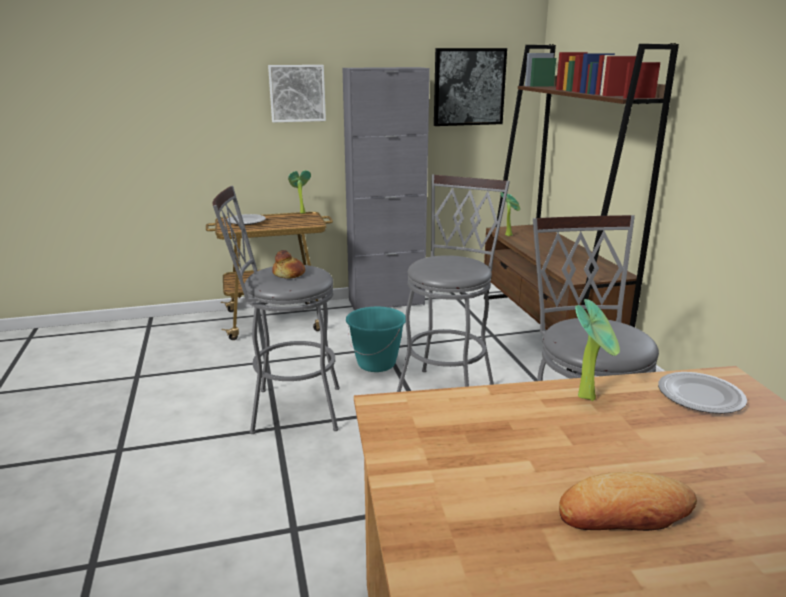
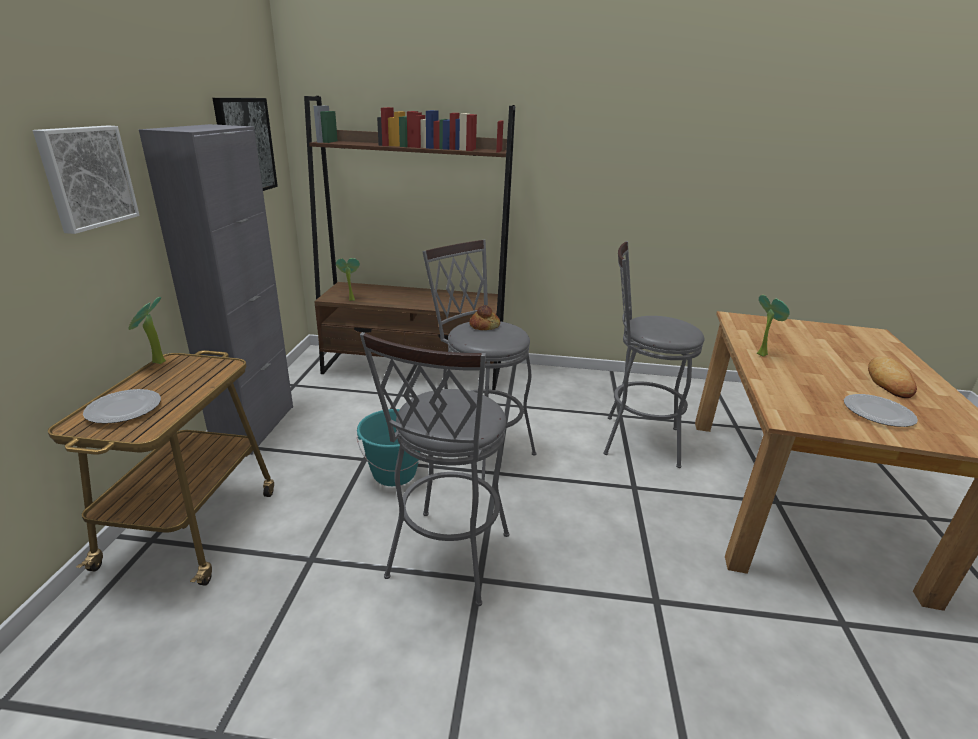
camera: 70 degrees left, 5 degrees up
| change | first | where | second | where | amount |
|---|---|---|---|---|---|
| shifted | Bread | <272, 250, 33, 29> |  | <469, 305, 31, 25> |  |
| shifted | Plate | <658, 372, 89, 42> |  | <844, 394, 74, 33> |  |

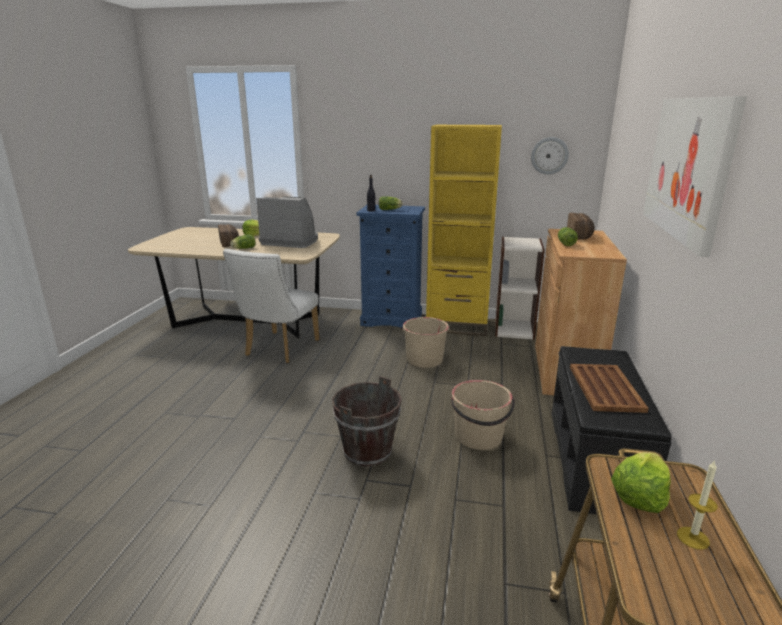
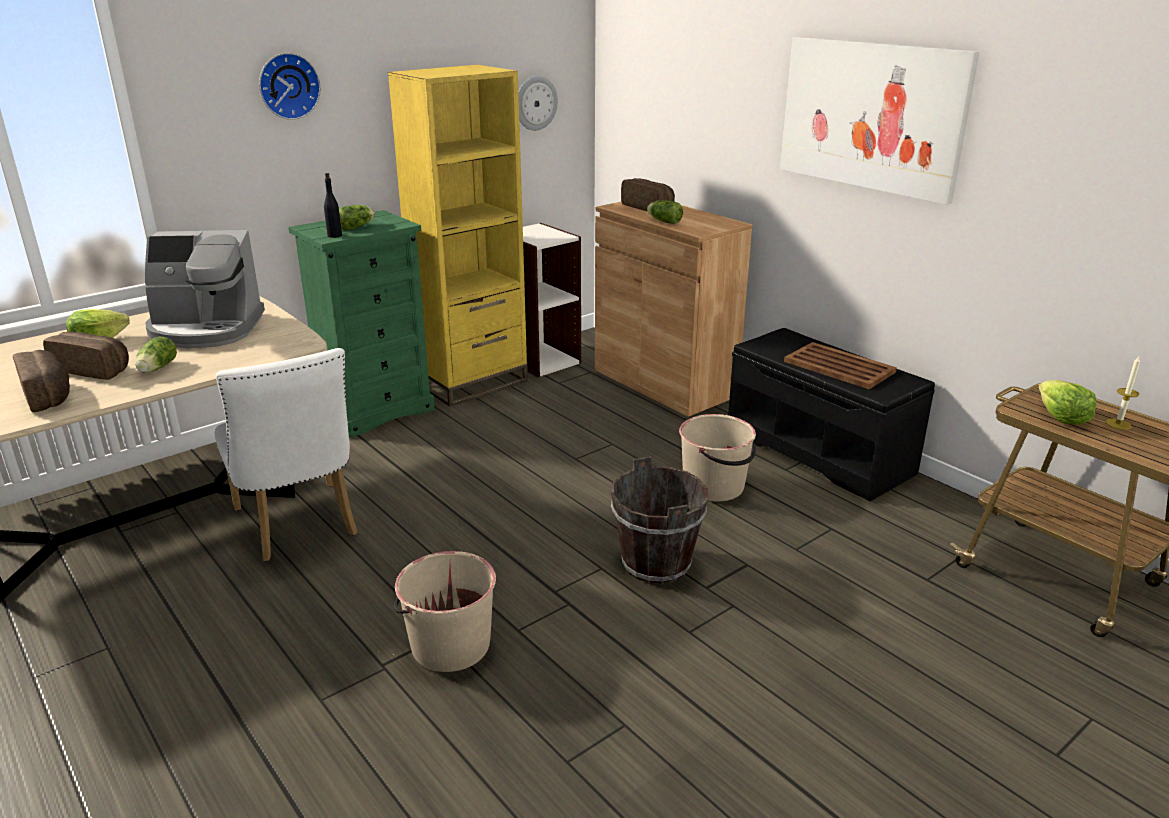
camera: 50 degrees left, 5 degrees up
| change | first | where | second | where | amount |
|---|---|---|---|---|---|
| new |  |  | Bread | <13, 350, 57, 62> |  |
| rotated | CoffeeMachine | <256, 196, 62, 52> |  | <145, 230, 120, 118> | 150 degrees counterclockwise |
| new |  |  | WallClock | <259, 53, 62, 67> |  |
| repainted | BlueDresser | <357, 205, 68, 123> | GreenDresser | <288, 210, 147, 228> |  |
| shifted | BeigeBucket | <401, 317, 49, 51> |  | <393, 551, 103, 121> |  |

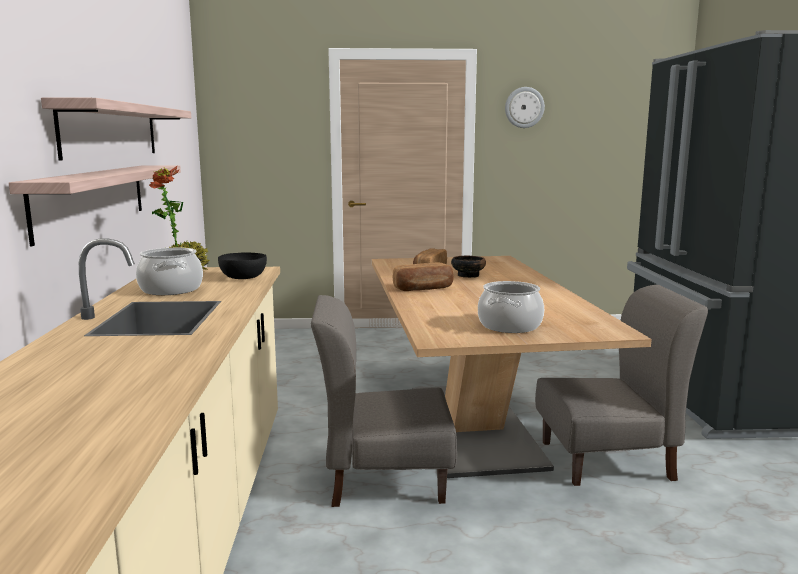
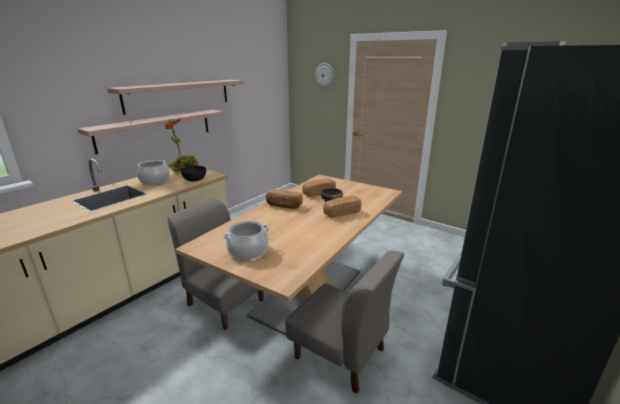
camera: 40 degrees right, 10 degrees up
| change | first | where | second | where | amount |
|---|---|---|---|---|---|
| shifted | WallClock | <505, 87, 40, 41> |  | <315, 63, 19, 25> |  |
| new |  |  | Bread | <323, 196, 38, 22> |  |

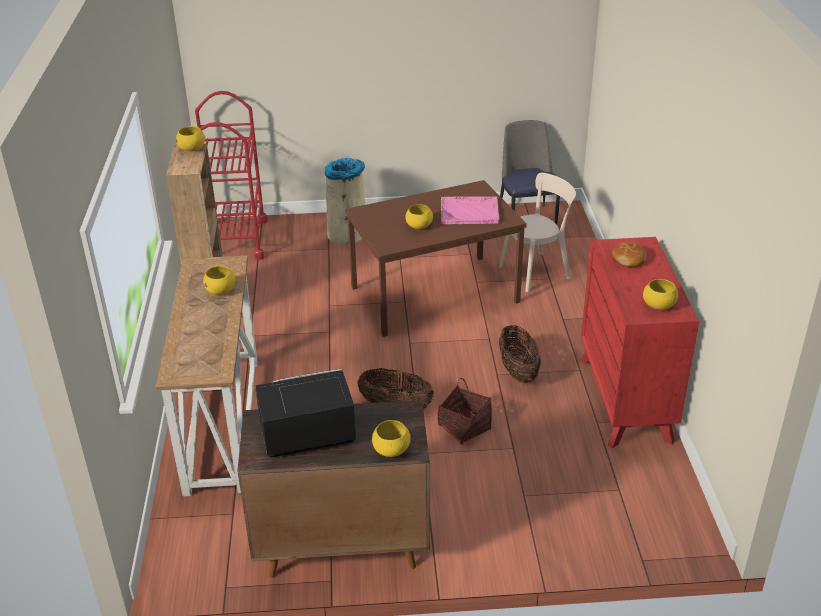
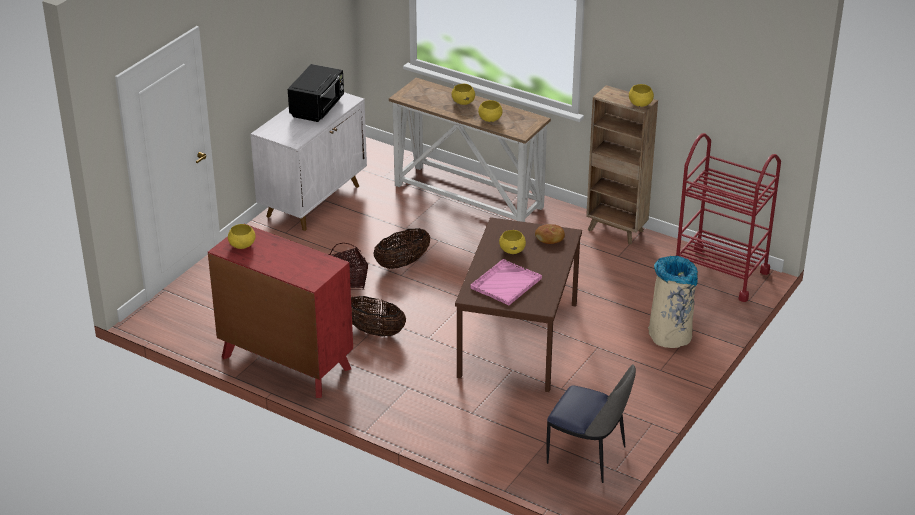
camera: 125 degrees right, 0 degrees up
| change | first | where | second | where | amount |
|---|---|---|---|---|---|
| repainted | BrownCabinet | <237, 400, 193, 178> | WhiteCabinet | <250, 92, 117, 139> |  |
| shifted | YellowBowl | <372, 420, 39, 37> |  | <451, 84, 24, 21> |  |
| shifted | Bread | <612, 242, 34, 25> |  | <535, 224, 30, 20> |  |
| gone | BeigeChair | <499, 173, 77, 119> |  |  |  |

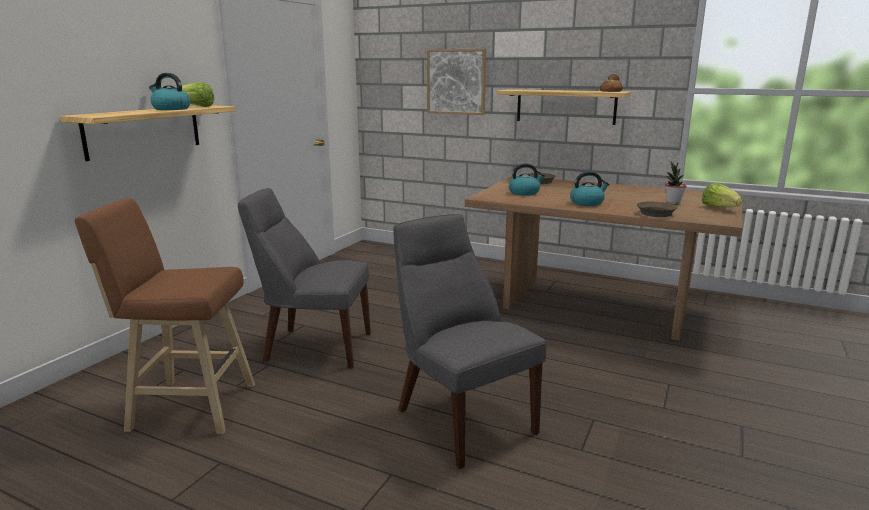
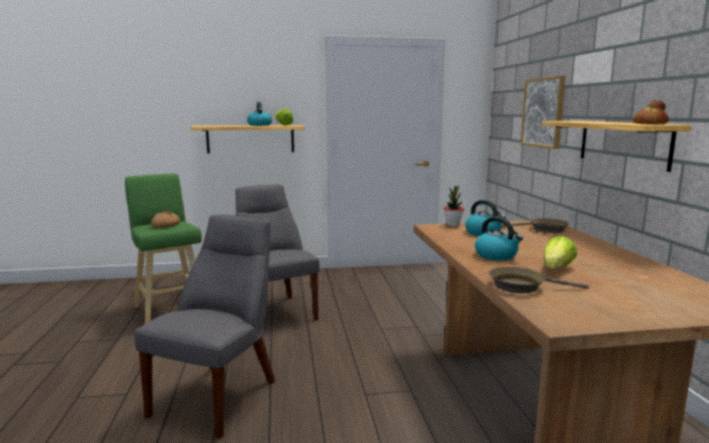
camera: 55 degrees right, 5 degrees down
| change | first | where | second | where | amount |
|---|---|---|---|---|---|
| repainted | BrownStool | <75, 198, 180, 236> | GreenStool | <125, 174, 77, 150> |  |
| new |  |  | Bread | <151, 211, 29, 17> |  |
| shifted | PottedPlant | <665, 161, 22, 42> |  | <444, 185, 20, 42> |  |
| shifted | Lettuce | <702, 183, 41, 24> |  | <543, 236, 34, 33> |  |

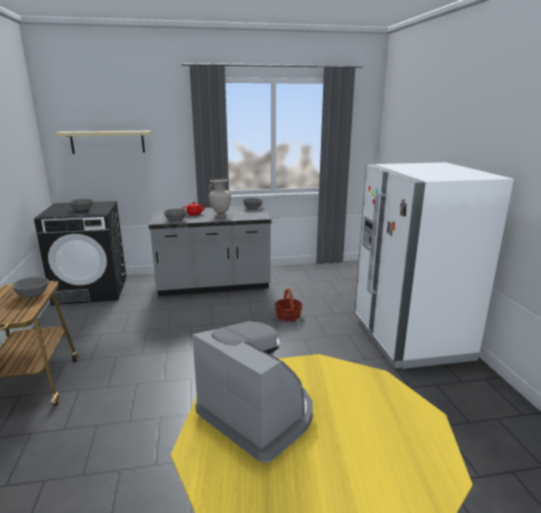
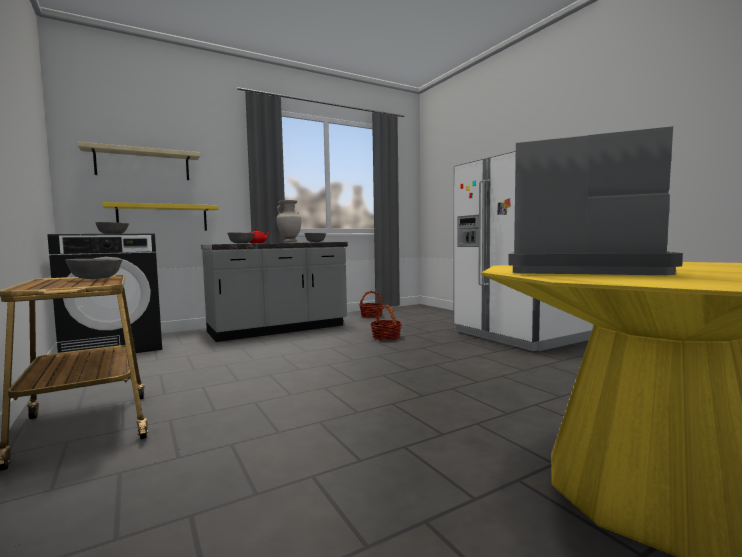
camera: 20 degrees left, 15 degrees down
| change | first | where | second | where | amount |
|---|---|---|---|---|---|
| new |  |  | YellowShelf | <102, 202, 117, 28> |  |
| new |  |  | Basket | <359, 291, 25, 27> |  |

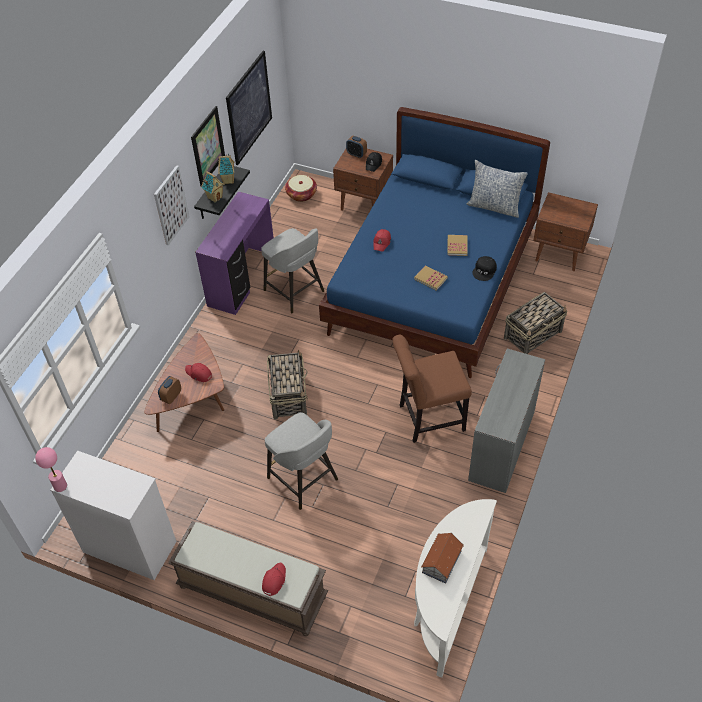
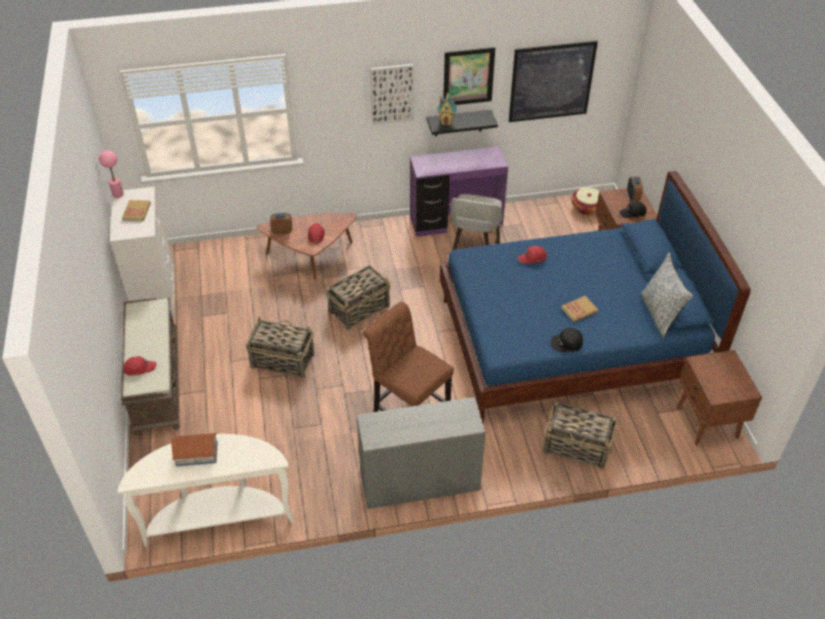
camera: 55 degrees right, 5 degrees down
| change | first | where | second | where | amount |
|---|---|---|---|---|---|
| shifted | Book | <414, 265, 34, 26> |  | <122, 200, 29, 21> |  |
| swapped | GreyStool | <265, 412, 73, 98> | Basket | <246, 317, 68, 62> |  |
| gone | ToyHouse | <218, 153, 17, 31> |  |  |  |

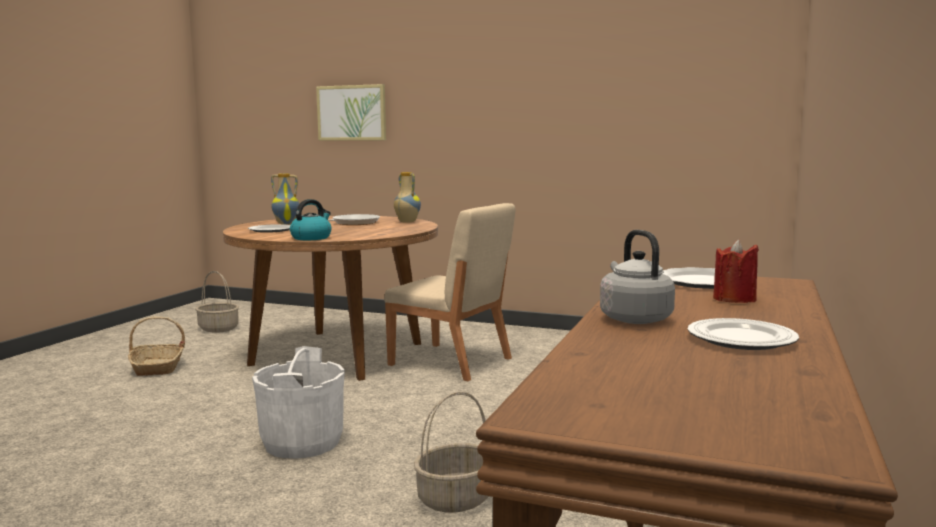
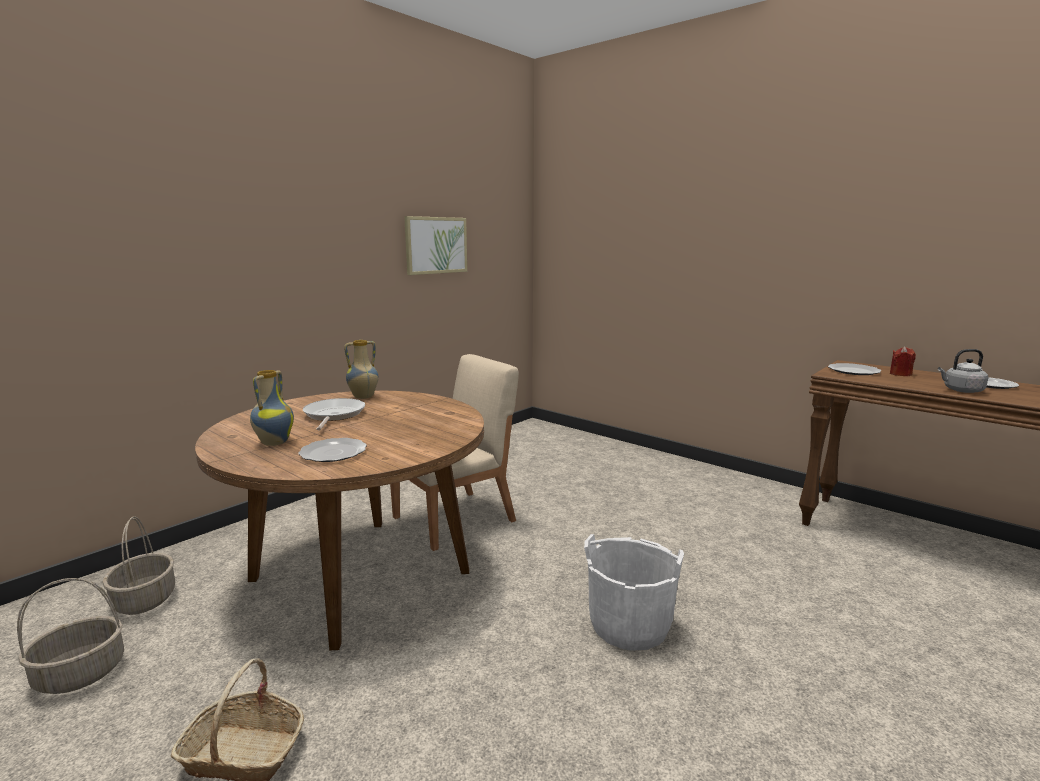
camera: 70 degrees left, 5 degrees up
| change | first | where | second | where | amount |
|---|---|---|---|---|---|
| shifted | Basket | <414, 392, 75, 121> |  | <102, 516, 73, 99> |  |
| shifted | Picture | <316, 84, 70, 57> |  | <404, 216, 63, 59> |  |
| gone | Kettle | <290, 199, 42, 41> |  |  |  |

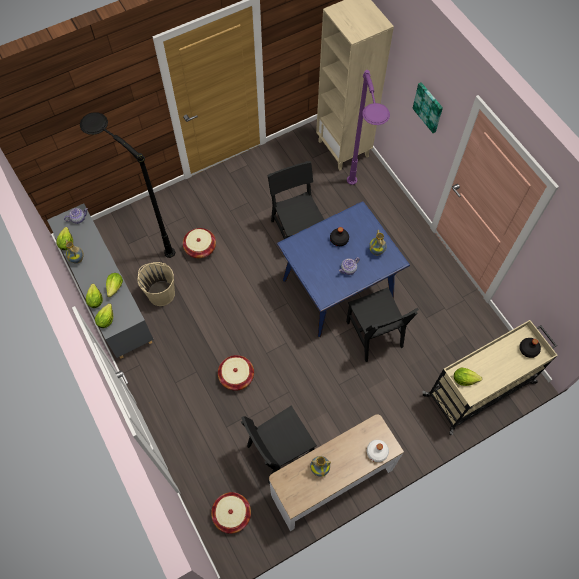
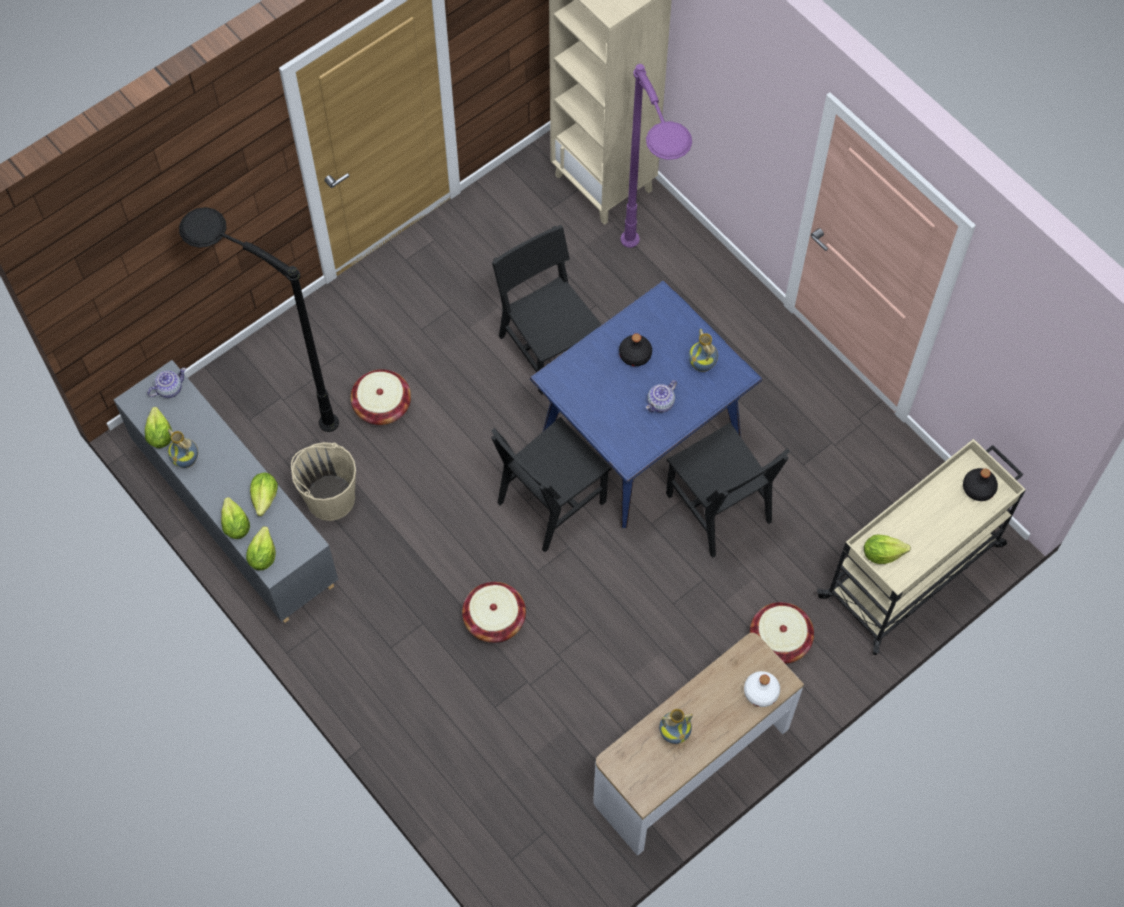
camera: 10 degrees left, 0 degrees up
| change | first | where | second | where | amount |
|---|---|---|---|---|---|
| shifted | BlackChair | <241, 405, 76, 79> |  | <491, 417, 121, 135> |  |
| shifted | Basket | <211, 492, 40, 42> |  | <750, 602, 64, 62> |  |
| gone | Picture | <412, 82, 31, 51> |  |  |  |

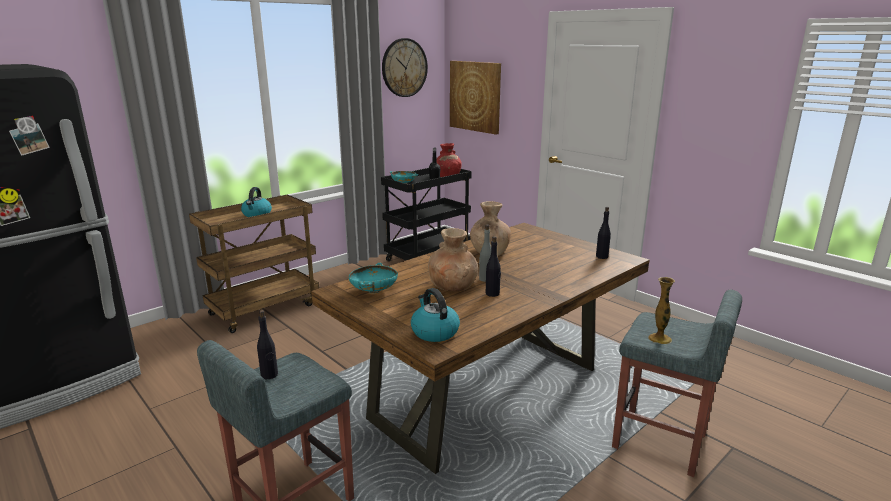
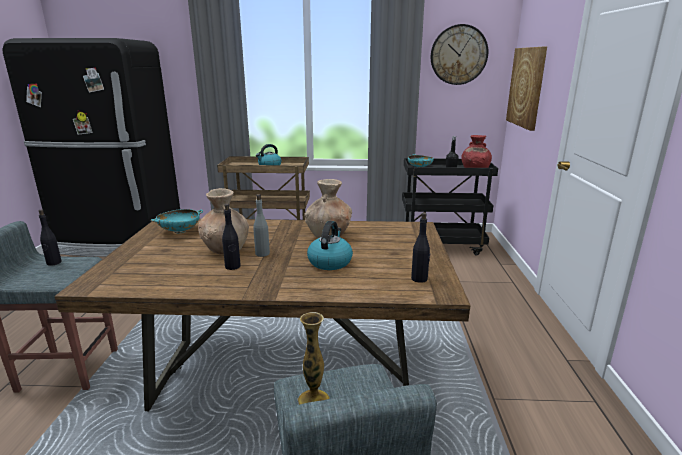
camera: 45 degrees right, 0 degrees up
| change | first | where | second | where | amount |
|---|---|---|---|---|---|
| shifted | Kettle | <411, 288, 49, 54> |  | <307, 221, 46, 49> |  |

